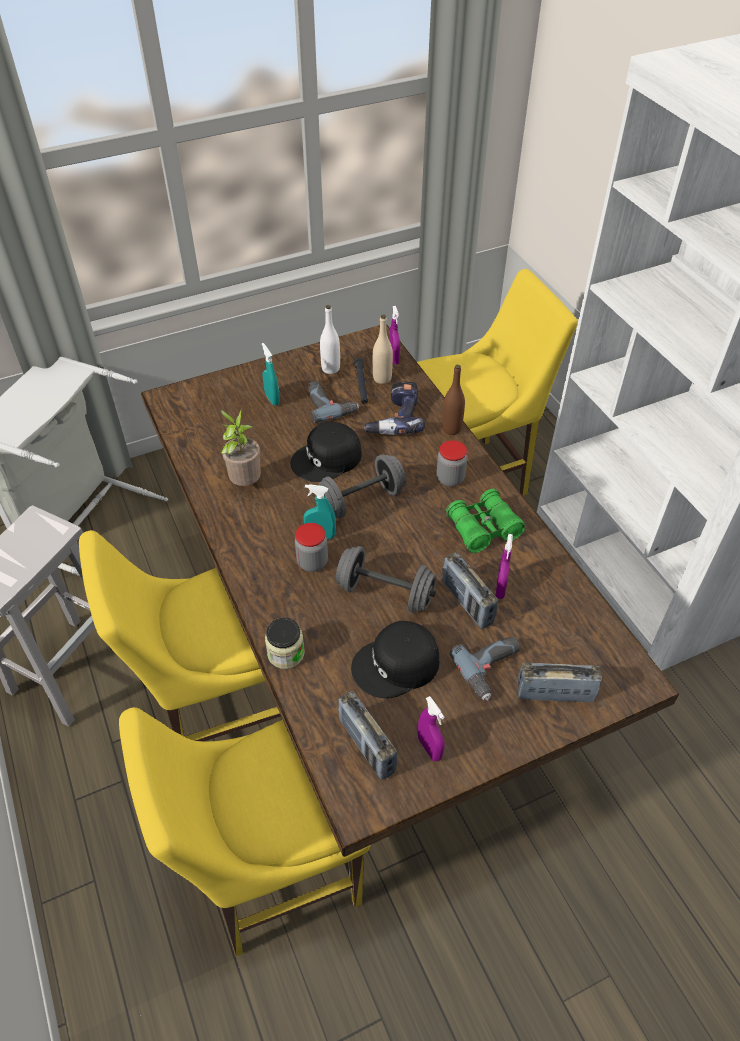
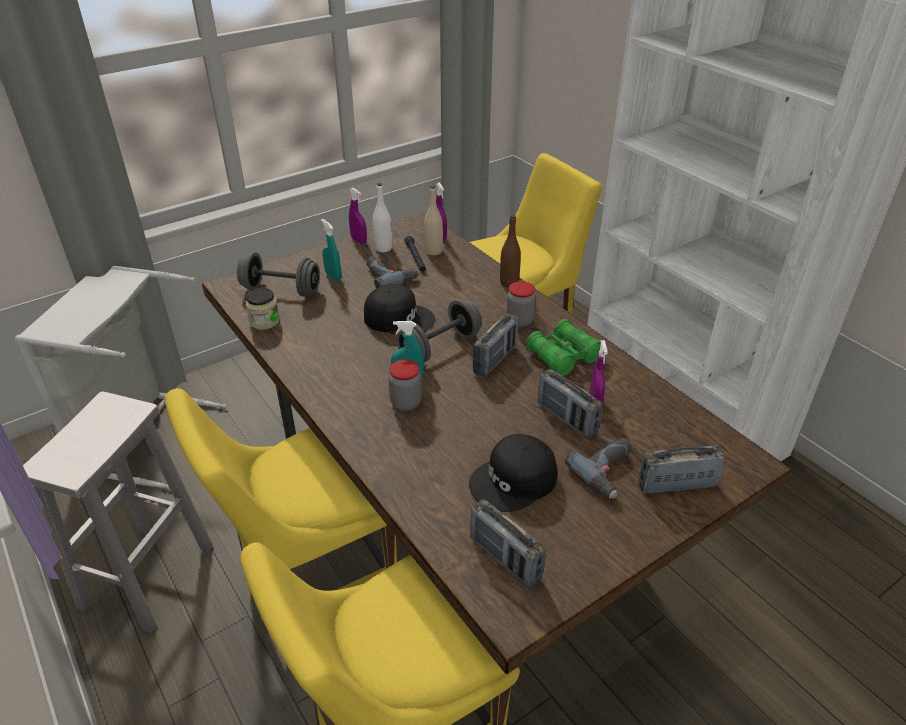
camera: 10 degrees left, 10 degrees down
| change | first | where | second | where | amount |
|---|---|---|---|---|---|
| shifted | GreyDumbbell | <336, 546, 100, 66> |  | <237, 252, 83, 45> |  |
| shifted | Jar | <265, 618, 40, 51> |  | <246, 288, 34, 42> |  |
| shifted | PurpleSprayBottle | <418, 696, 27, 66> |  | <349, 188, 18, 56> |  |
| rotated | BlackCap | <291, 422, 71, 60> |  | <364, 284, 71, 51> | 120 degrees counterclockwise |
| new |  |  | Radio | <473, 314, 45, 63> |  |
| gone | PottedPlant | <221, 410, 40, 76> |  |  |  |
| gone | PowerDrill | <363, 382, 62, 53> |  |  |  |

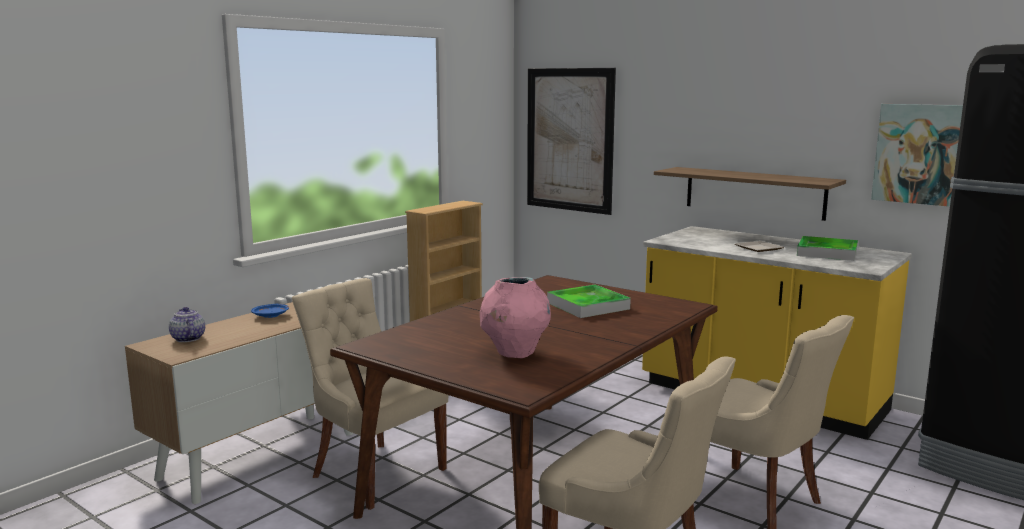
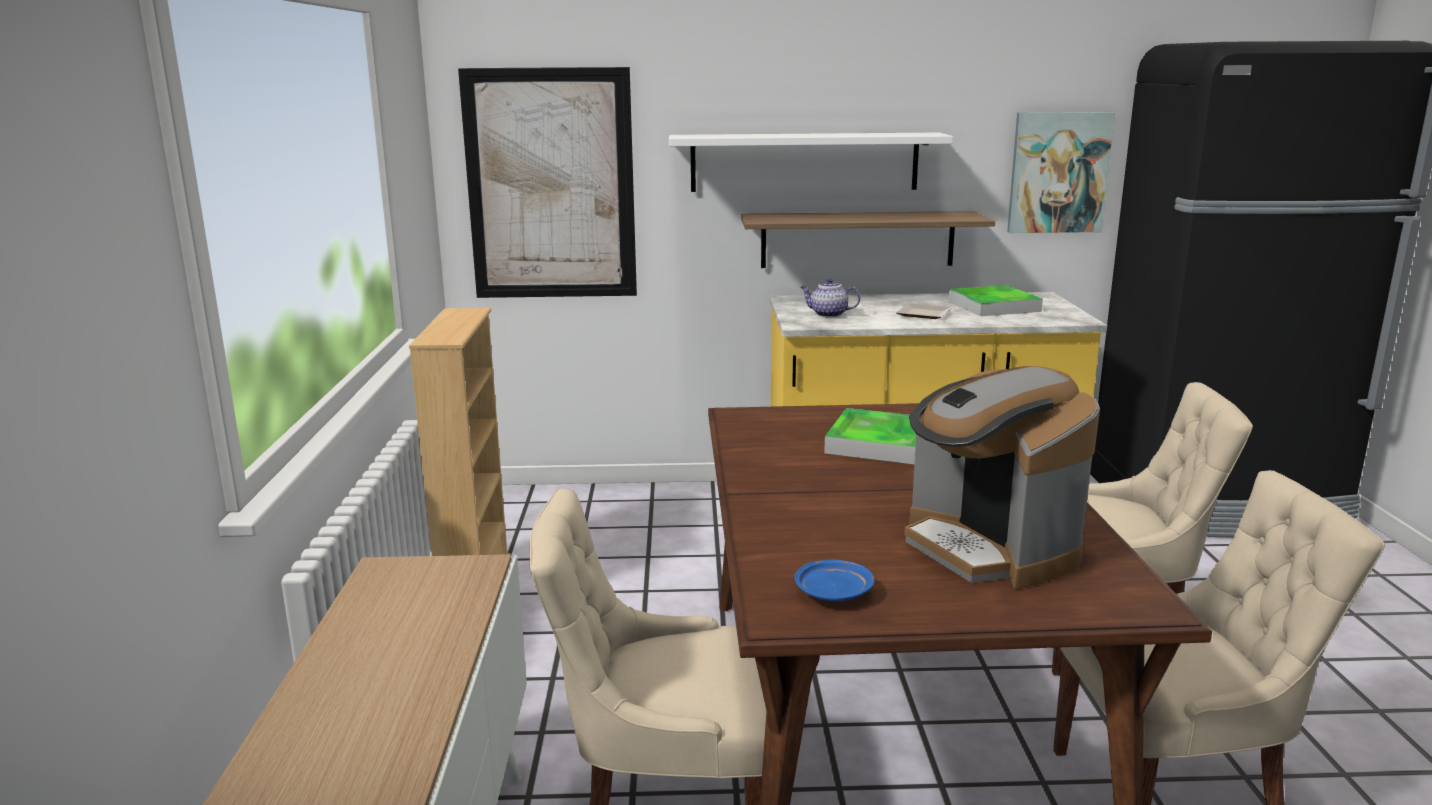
camera: 40 degrees left, 5 degrees up
| change | first | where | second | where | amount |
|---|---|---|---|---|---|
| new |  |  | WhiteShelf | <669, 133, 284, 59> |  |
| shifted | BluePlate | <251, 304, 38, 14> |  | <795, 560, 79, 41> |  |
| shifted | Teapot | <169, 307, 36, 35> |  | <801, 278, 59, 39> |  |
| swapped | PinkVase | <480, 277, 71, 81> | CoffeeMachine | <904, 366, 196, 223> |  |

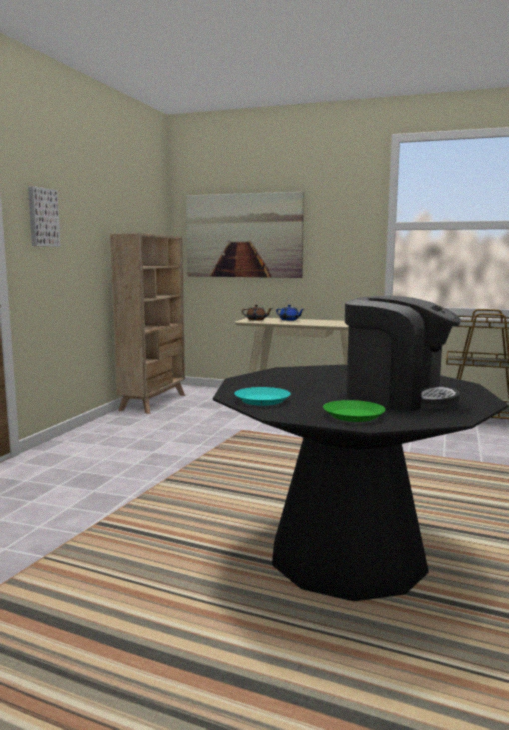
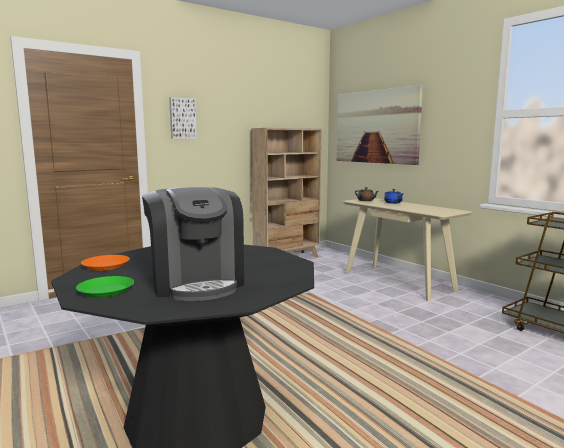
camera: 35 degrees right, 0 degrees up
| change | first | where | second | where | amount |
|---|---|---|---|---|---|
| repainted | TurquoisePlate | <235, 387, 56, 19> | OrangePlate | <81, 255, 49, 16> |  |

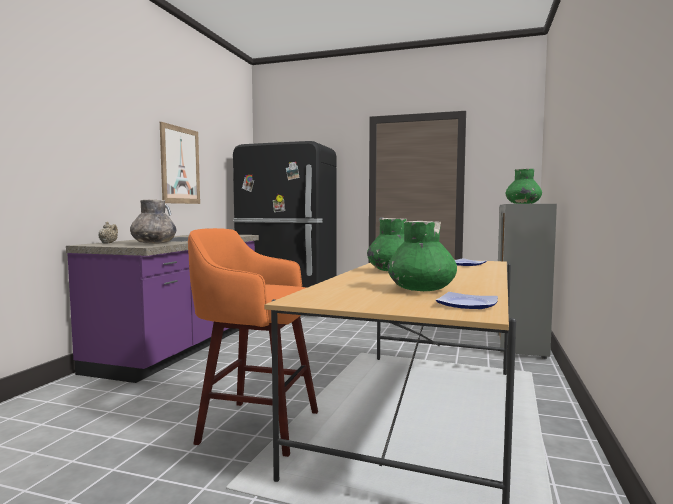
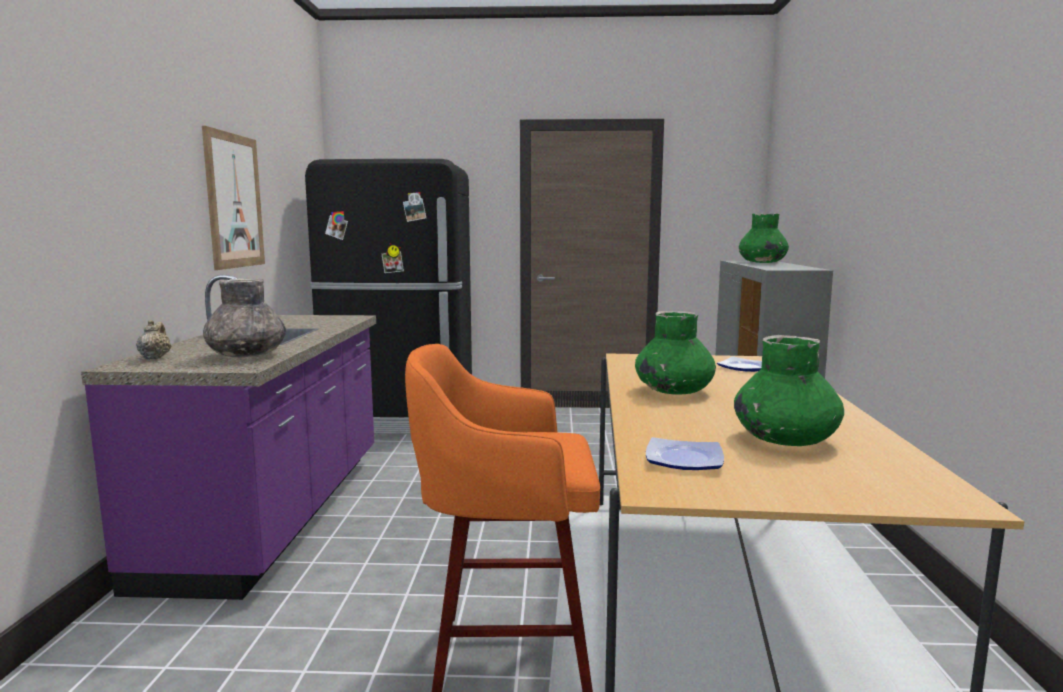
camera: 15 degrees left, 5 degrees up
| change | first | where | second | where | amount |
|---|---|---|---|---|---|
| shifted | Plate | <436, 292, 62, 17> |  | <646, 437, 78, 33> |  |

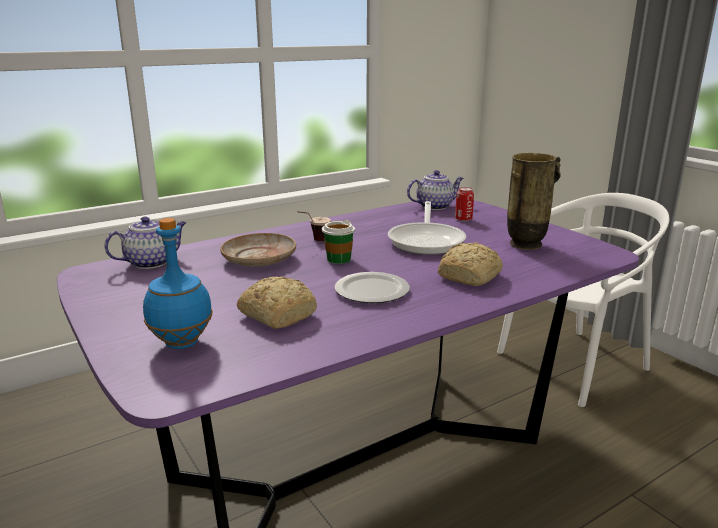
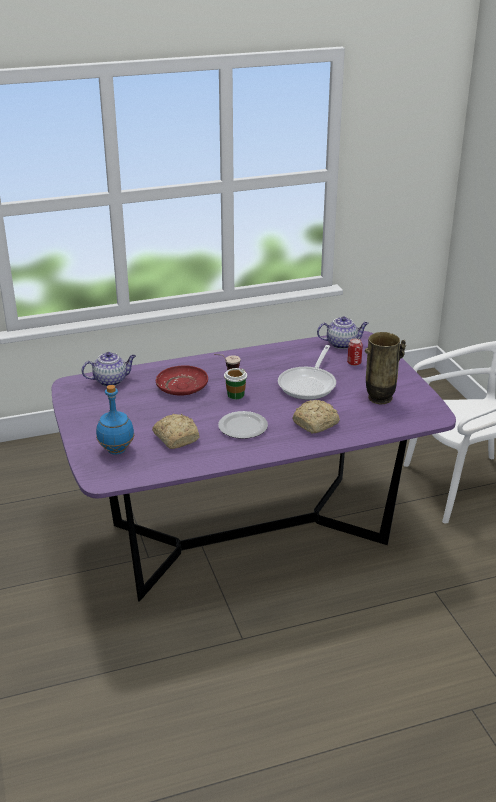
camera: 15 degrees right, 10 degrees up
| change | first | where | second | where | amount |
|---|---|---|---|---|---|
| repainted | BeigePlate | <220, 233, 76, 34> | RedPlate | <156, 365, 52, 31> |  |

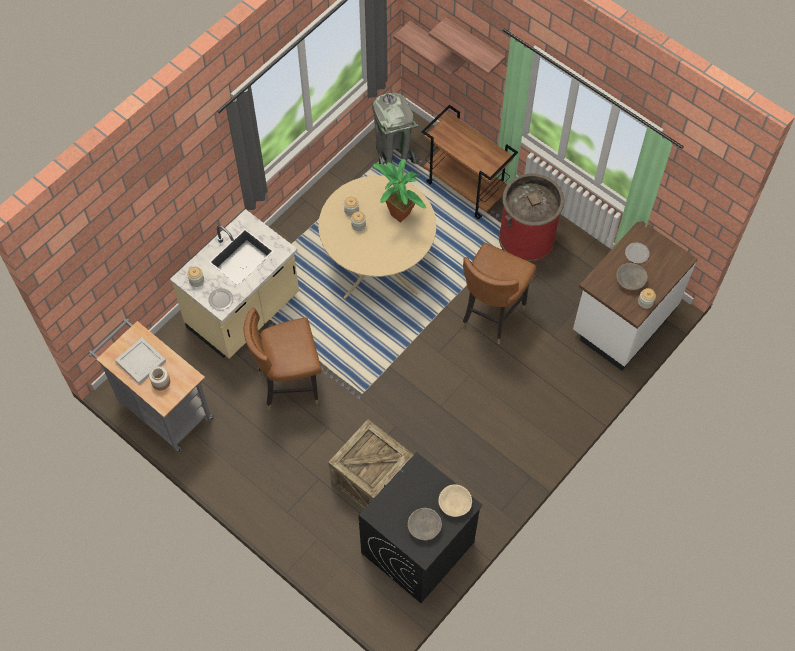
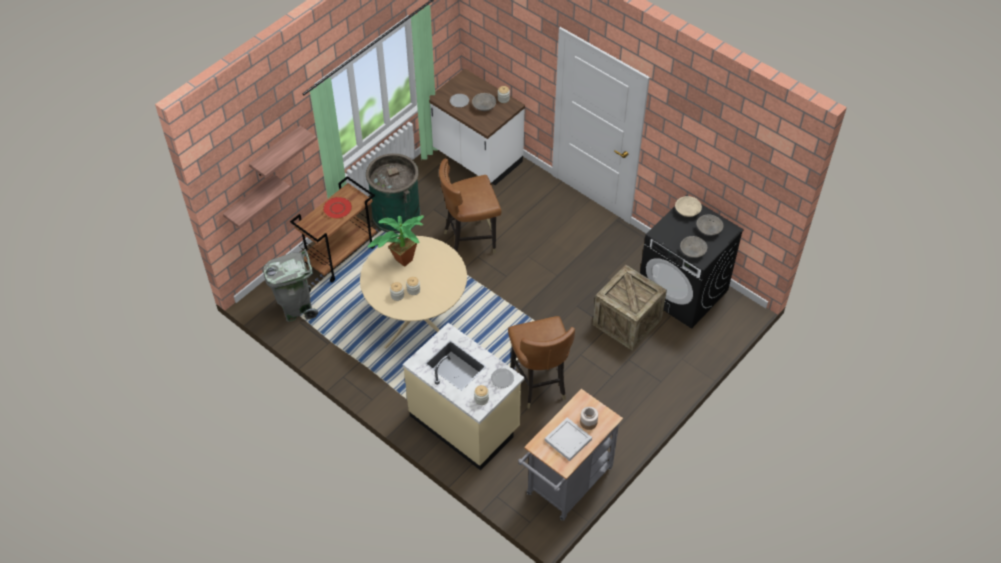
camera: 90 degrees left, 10 degrees down
| change | first | where | second | where | amount |
|---|---|---|---|---|---|
| new |  |  | RedPlate | <323, 197, 29, 22> |  |
| repainted | RedTrashCan | <499, 173, 65, 90> | GreenTrashCan | <366, 153, 55, 80> |  |
| rotated | BrownChair | <461, 243, 75, 101> |  | <439, 158, 63, 95> | 135 degrees clockwise |
| new |  |  | GreyBowl | <680, 236, 27, 22> |  |

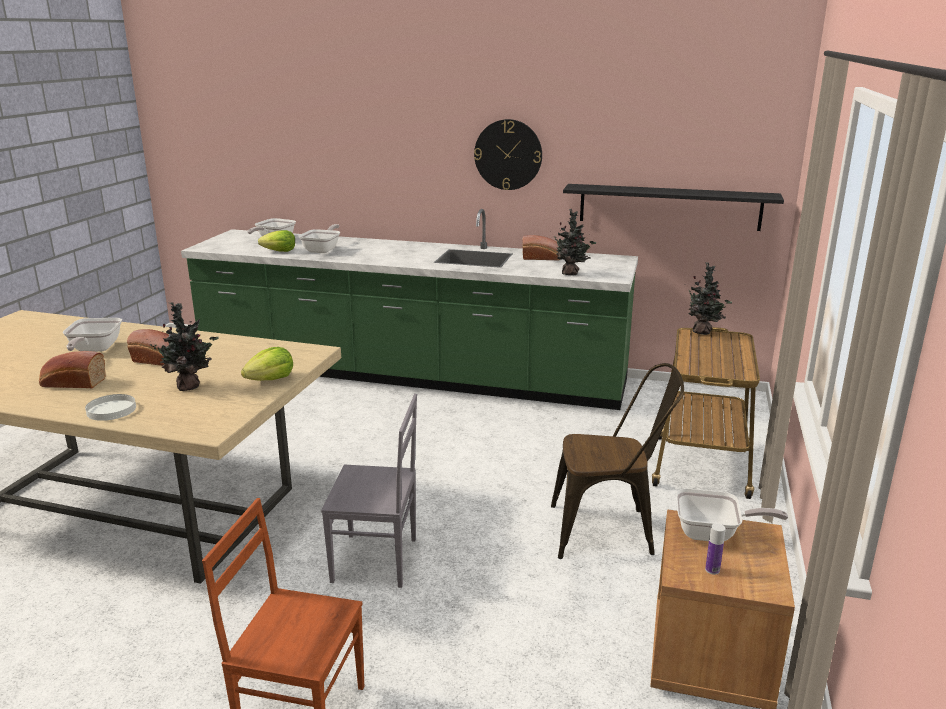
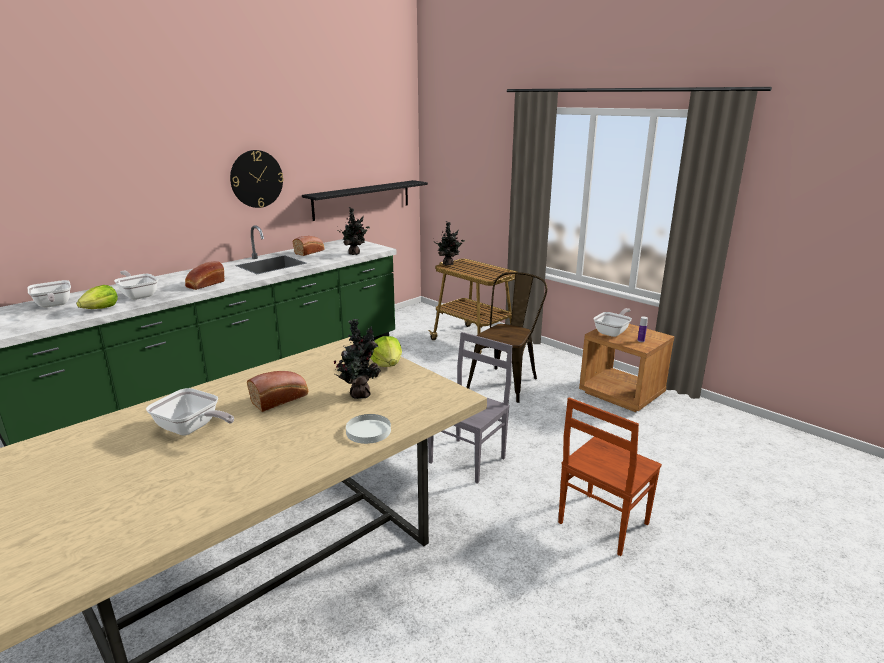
camera: 60 degrees left, 0 degrees up
| change | first | where | second | where | amount |
|---|---|---|---|---|---|
| shifted | Bread | <39, 351, 66, 37> |  | <185, 261, 40, 29> |  |

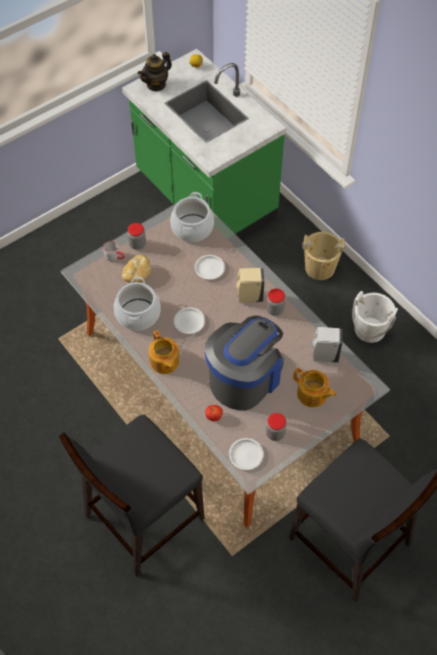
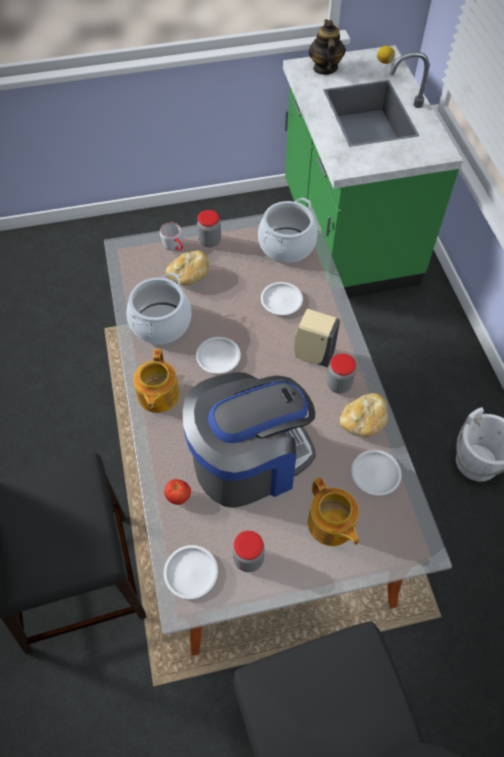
camera: 25 degrees right, 0 degrees up
| change | first | where | second | where | amount |
|---|---|---|---|---|---|
| rotated | Teapot | <138, 52, 34, 40> |  | <308, 19, 38, 56> | 105 degrees clockwise |
| new |  |  | Bread | <340, 393, 48, 45> |  |
| swapped | WhiteSoapDispenser | <312, 327, 31, 36> | WhitePlate | <351, 450, 51, 45> |  |
| gone | BeigeBucket | <302, 232, 44, 48> |  |  |  |

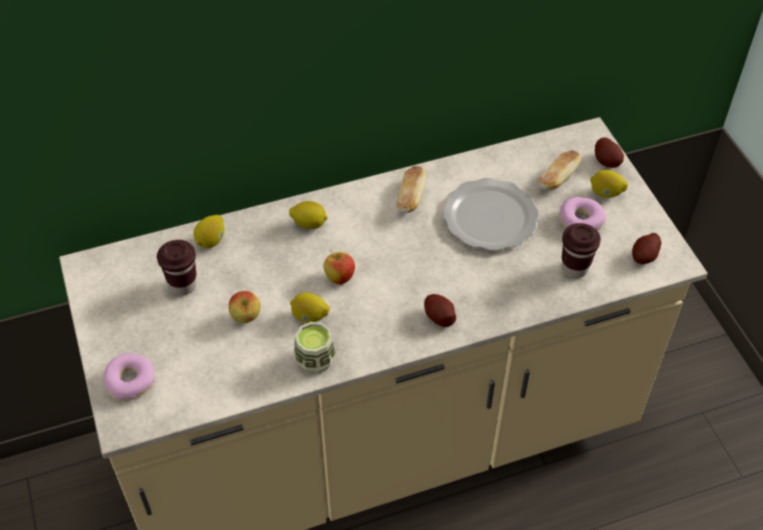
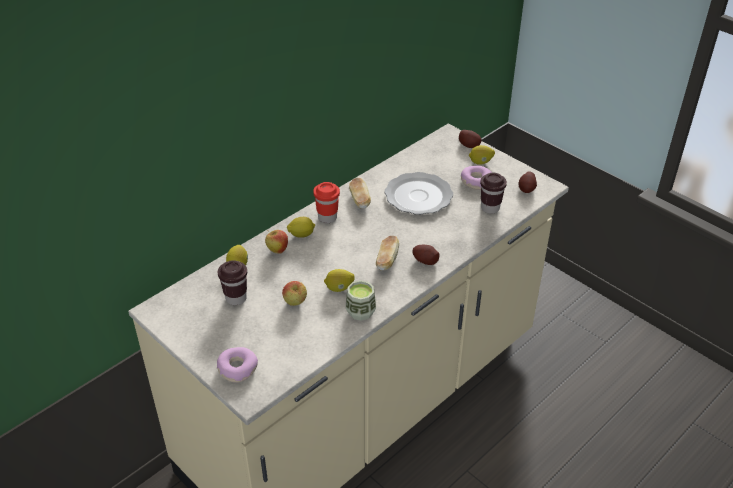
camera: 25 degrees left, 10 degrees down
| change | first | where | second | where | amount |
|---|---|---|---|---|---|
| shifted | Apple | <323, 250, 32, 35> |  | <265, 230, 23, 24> |  |
| new |  |  | RedCup | <313, 182, 27, 41> |  |
| shifted | Bread | <538, 150, 43, 40> |  | <376, 236, 23, 34> |  |

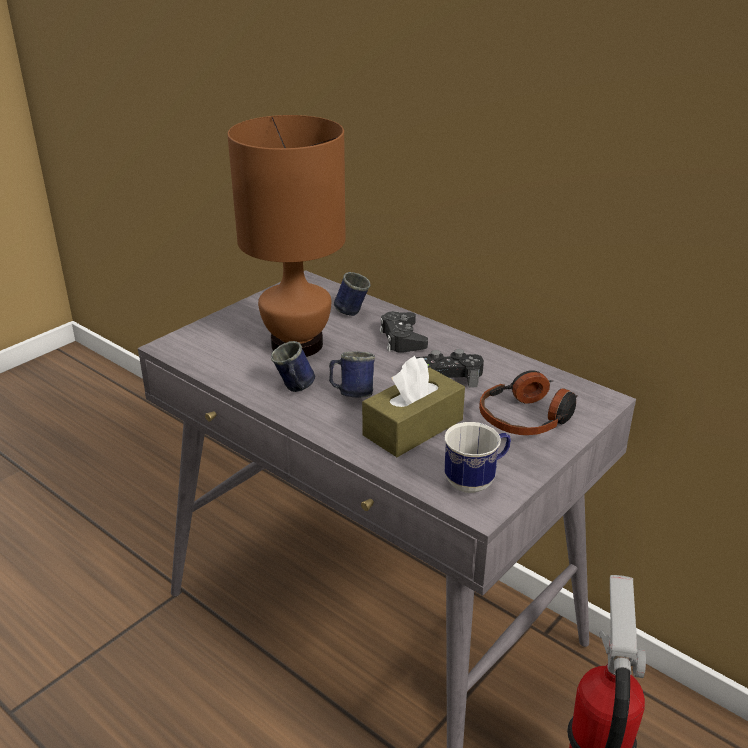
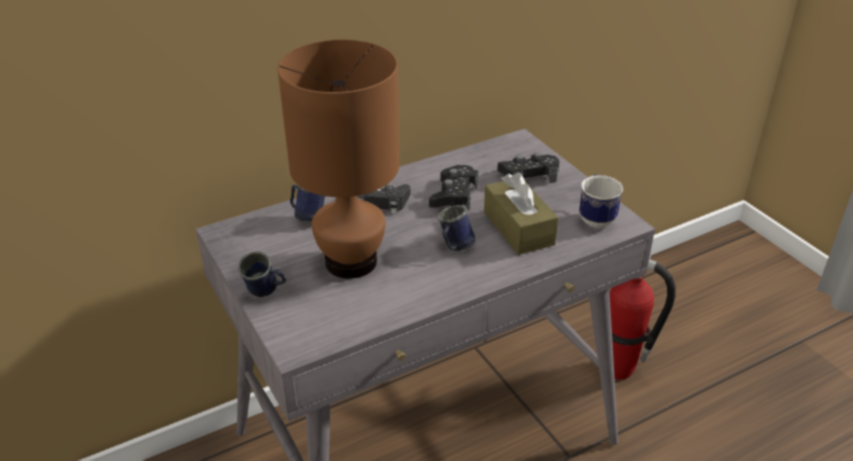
camera: 70 degrees left, 5 degrees up
| change | first | where | second | where | amount |
|---|---|---|---|---|---|
| shifted | BlueMug | <271, 341, 44, 51> |  | <238, 251, 48, 46> |  |
| swapped | Headphones | <479, 370, 99, 65> | BlackGameController | <497, 152, 62, 31> |  |

